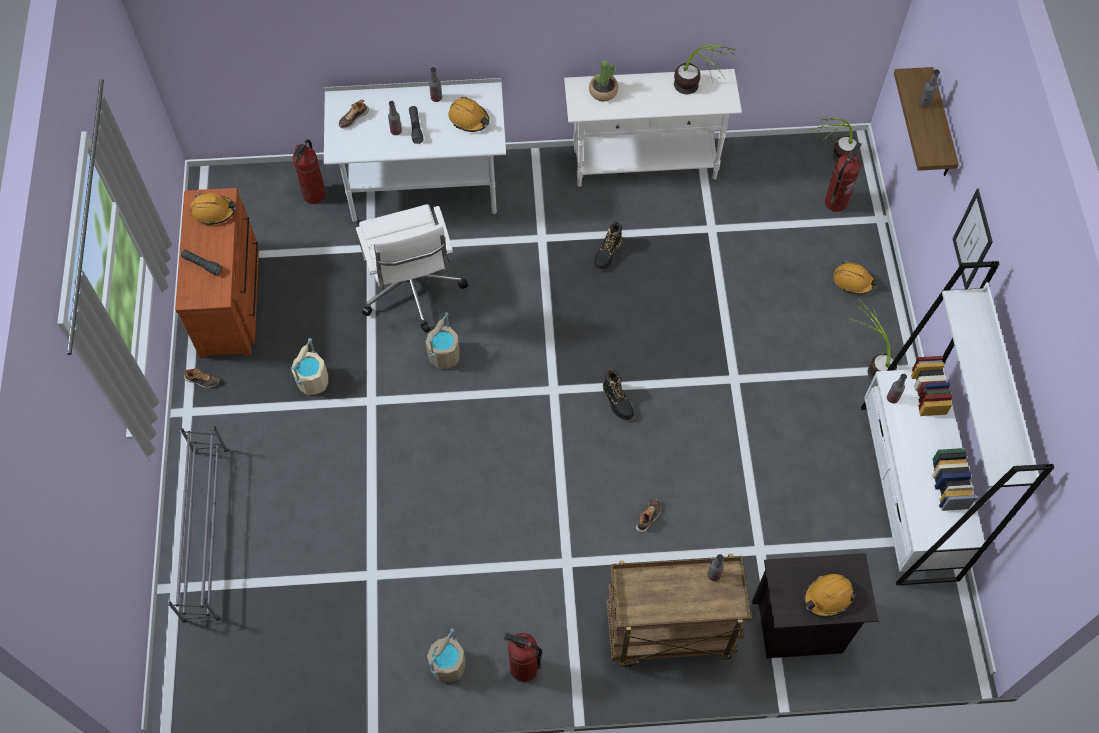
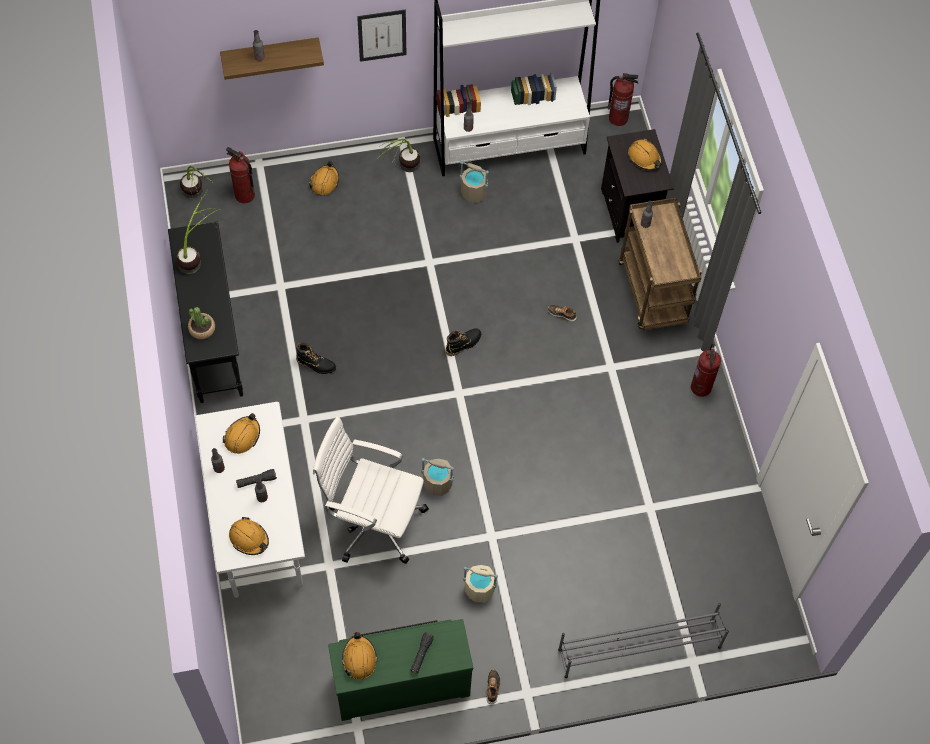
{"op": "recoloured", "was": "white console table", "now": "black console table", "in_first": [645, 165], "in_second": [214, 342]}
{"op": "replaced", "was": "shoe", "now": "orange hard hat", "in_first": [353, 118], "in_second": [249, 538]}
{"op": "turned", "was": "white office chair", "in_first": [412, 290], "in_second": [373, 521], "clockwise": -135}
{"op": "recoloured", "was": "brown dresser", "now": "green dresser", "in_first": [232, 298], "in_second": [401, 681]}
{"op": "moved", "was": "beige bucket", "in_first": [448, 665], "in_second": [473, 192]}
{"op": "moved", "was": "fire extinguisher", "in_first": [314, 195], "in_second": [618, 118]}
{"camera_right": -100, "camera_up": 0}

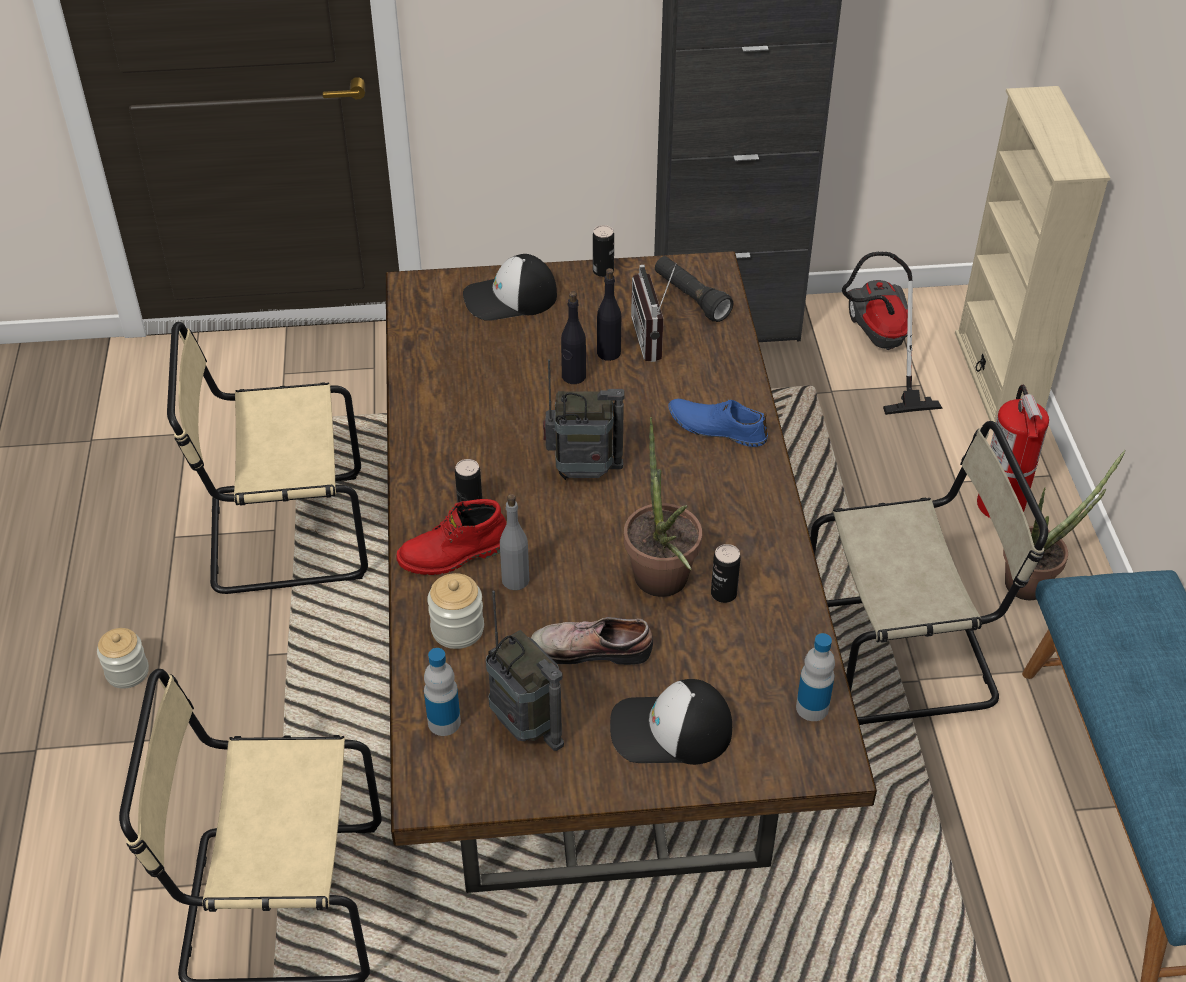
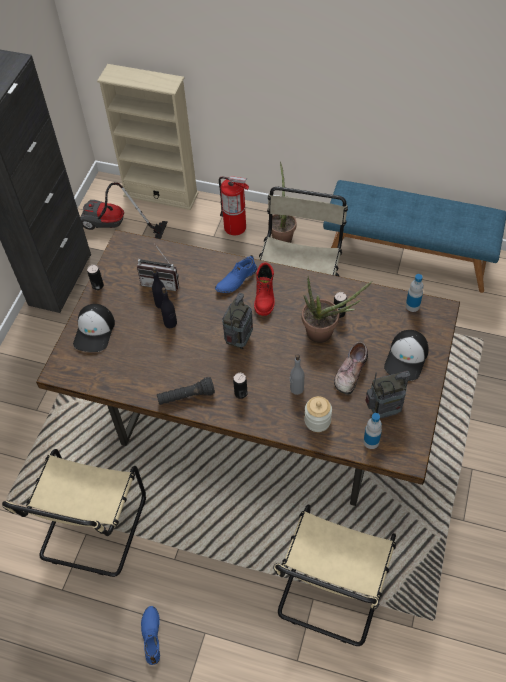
{"op": "replaced", "was": "jar", "now": "blue shoe", "in_first": [127, 672], "in_second": [152, 636]}
{"op": "moved", "was": "black flashlight", "in_first": [690, 298], "in_second": [186, 397]}
{"op": "moved", "was": "red boot", "in_first": [454, 556], "in_second": [265, 297]}
{"camera_right": -65, "camera_up": 10}

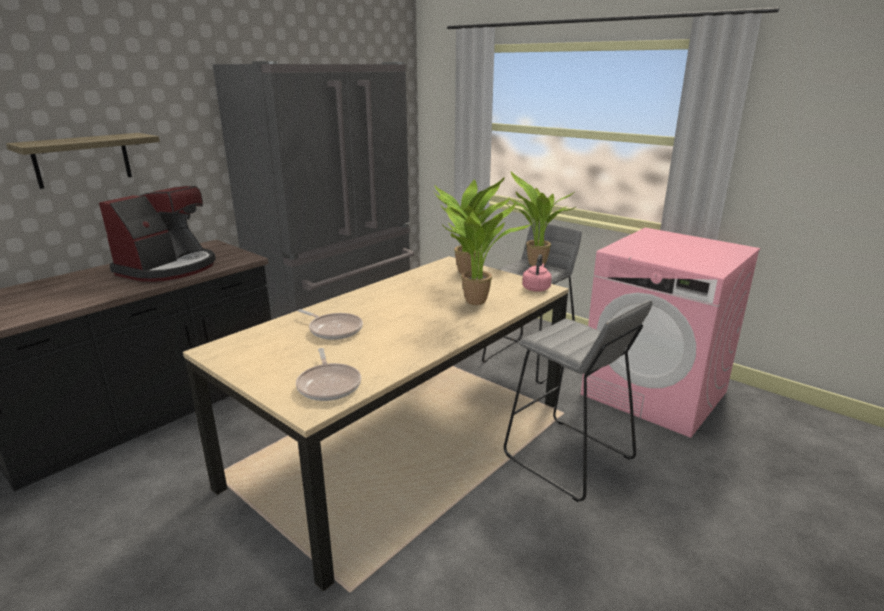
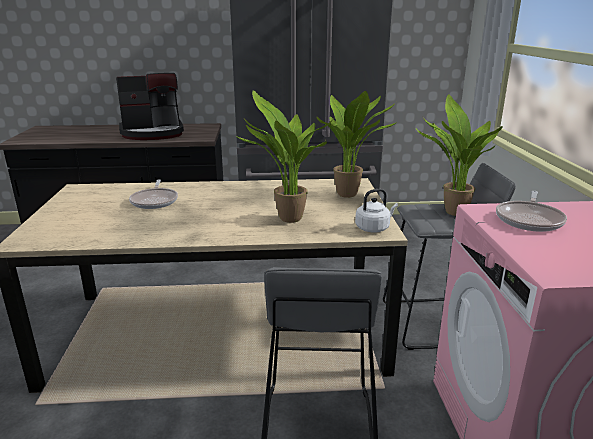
{"op": "recoloured", "was": "pink kettle", "now": "white kettle", "in_first": [536, 288], "in_second": [374, 228]}
{"op": "moved", "was": "frying pan", "in_first": [329, 384], "in_second": [529, 219]}
{"op": "removed", "was": "shelf", "in_first": [82, 160]}
{"camera_right": 45, "camera_up": 0}

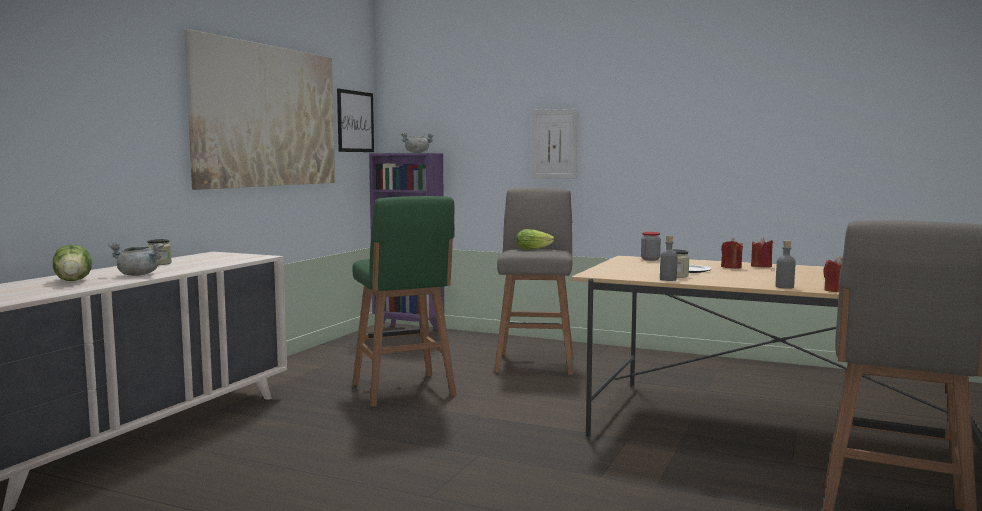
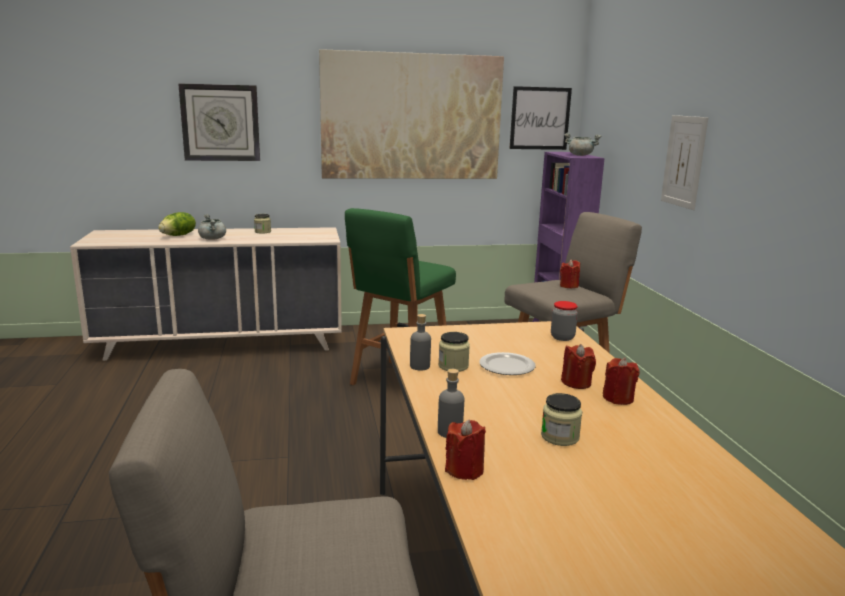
{"op": "added", "now": "wall clock", "in_second": [220, 123]}
{"op": "added", "now": "jar", "in_second": [560, 437]}
{"op": "replaced", "was": "lettuce", "now": "red candle", "in_first": [535, 248], "in_second": [569, 286]}
{"camera_right": 55, "camera_up": 10}

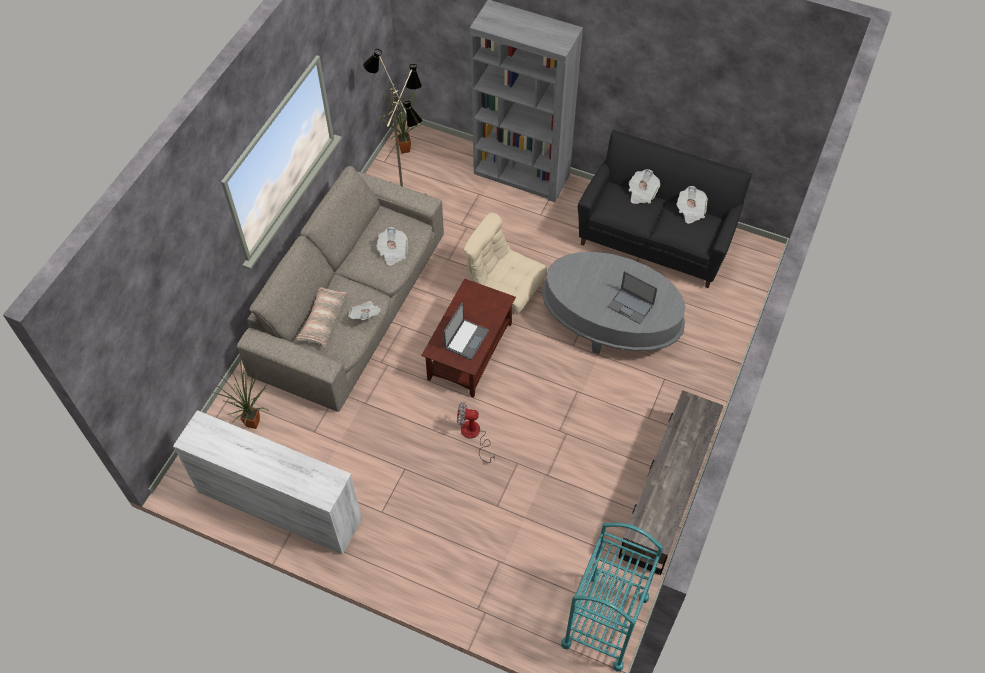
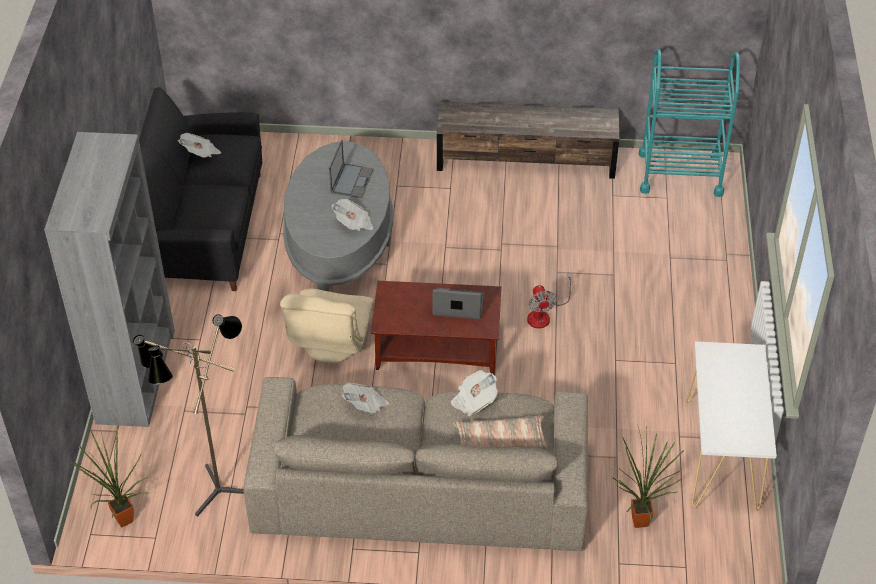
{"op": "moved", "was": "newspaper", "in_first": [641, 193], "in_second": [353, 223]}
{"op": "replaced", "was": "white dresser", "now": "white console table", "in_first": [279, 504], "in_second": [721, 454]}
{"camera_right": -110, "camera_up": -10}

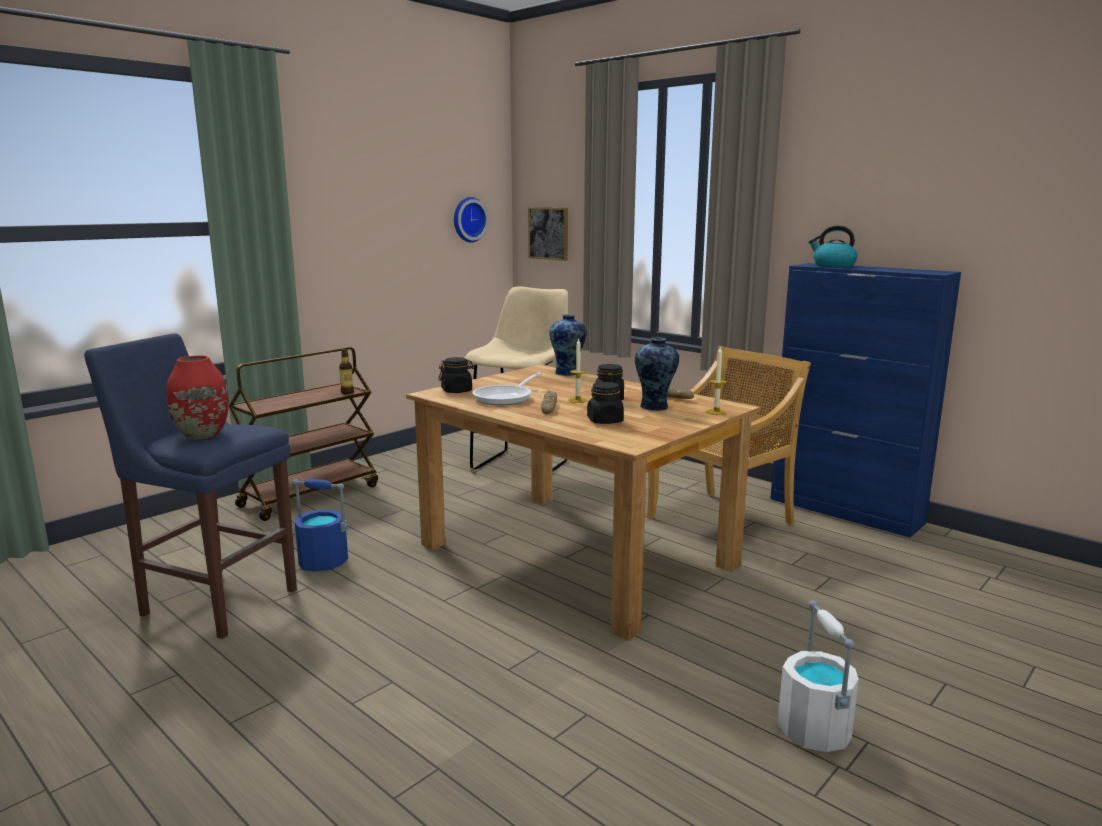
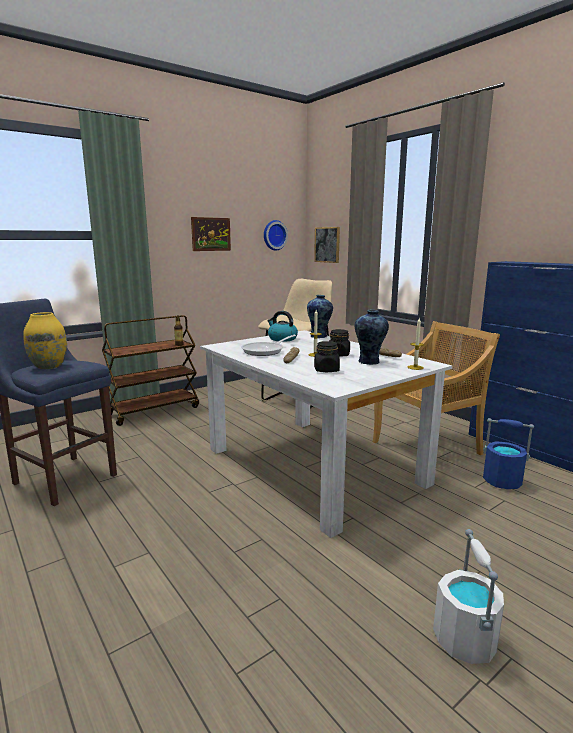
{"op": "recoloured", "was": "red vase", "now": "yellow vase", "in_first": [201, 435], "in_second": [48, 366]}
{"op": "added", "now": "picture", "in_second": [211, 234]}
{"op": "recoloured", "was": "brown dining table", "now": "white dining table", "in_first": [578, 554], "in_second": [315, 466]}
{"op": "moved", "was": "kettle", "in_first": [833, 266], "in_second": [282, 339]}
{"op": "moved", "was": "blue bucket", "in_first": [323, 562], "in_second": [502, 481]}
{"op": "removed", "was": "black jar", "in_first": [457, 391]}
{"camera_right": 10, "camera_up": 0}

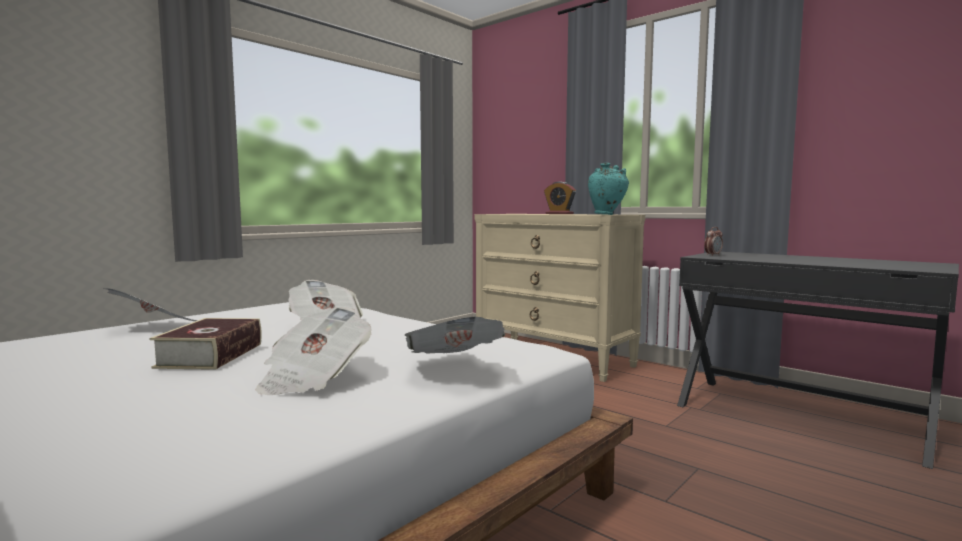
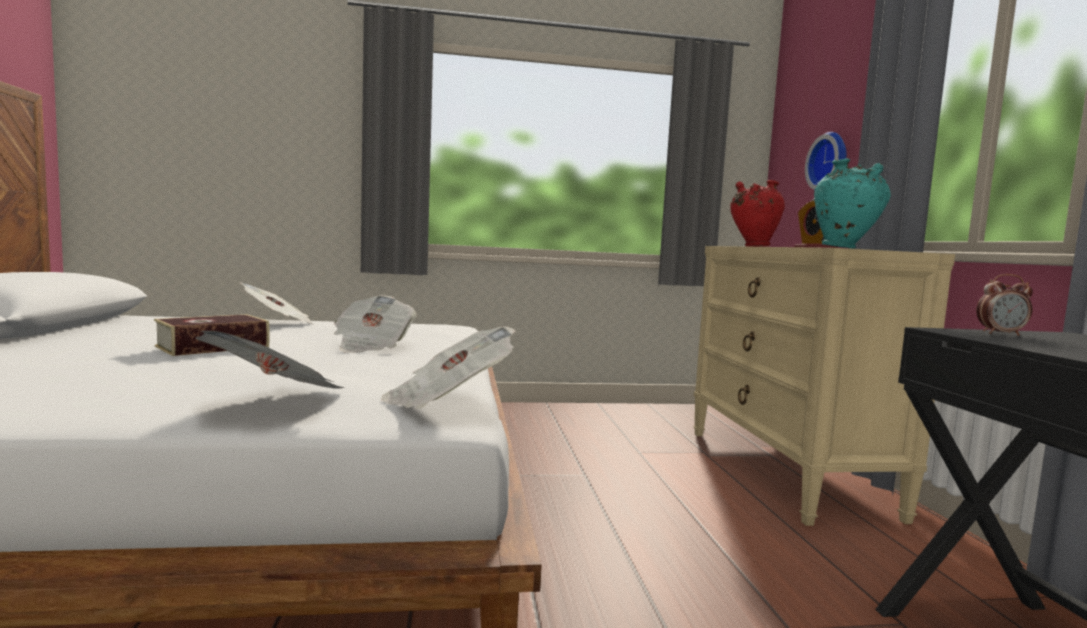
{"op": "moved", "was": "newspaper", "in_first": [313, 379], "in_second": [448, 400]}
{"op": "added", "now": "red vase", "in_second": [753, 246]}
{"op": "added", "now": "wall clock", "in_second": [830, 163]}
{"camera_right": 40, "camera_up": 0}

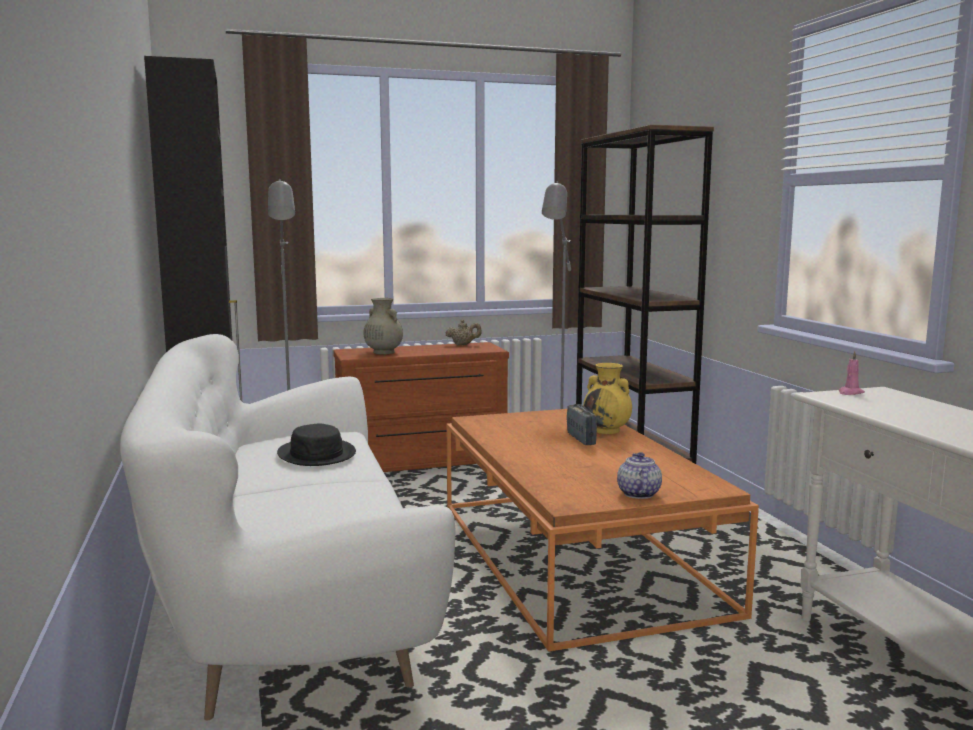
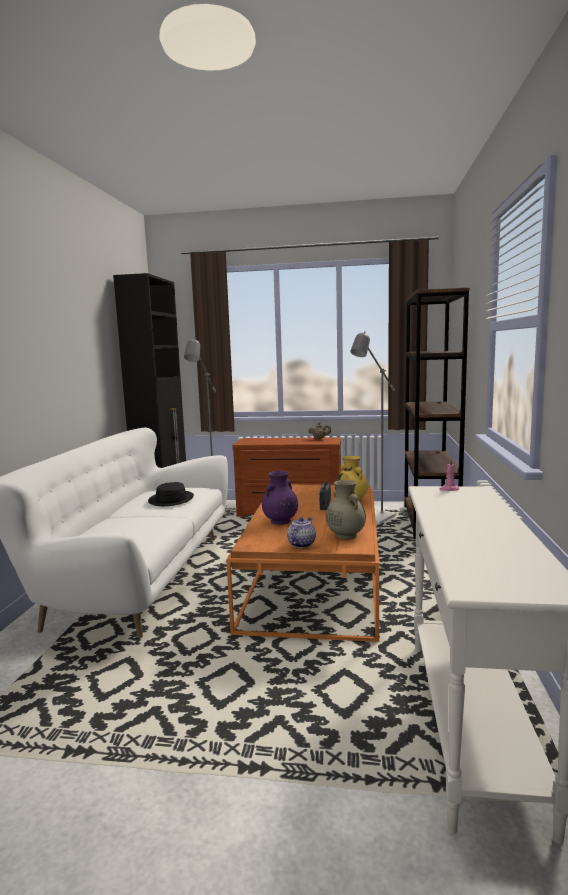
{"op": "added", "now": "purple vase", "in_second": [280, 521]}
{"op": "moved", "was": "beige vase", "in_first": [383, 352], "in_second": [345, 535]}
{"camera_right": 25, "camera_up": 0}

